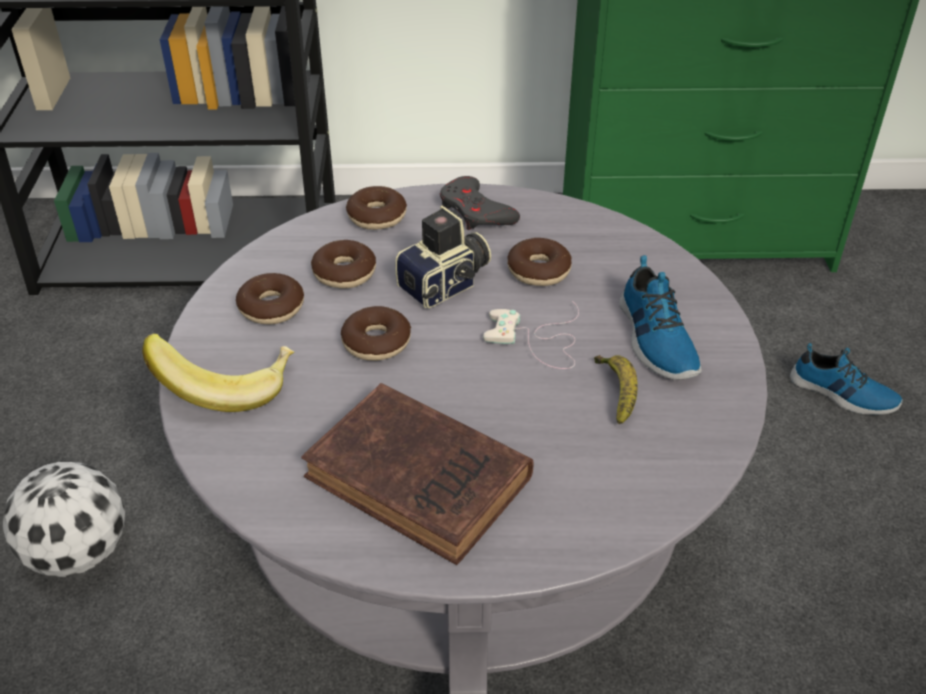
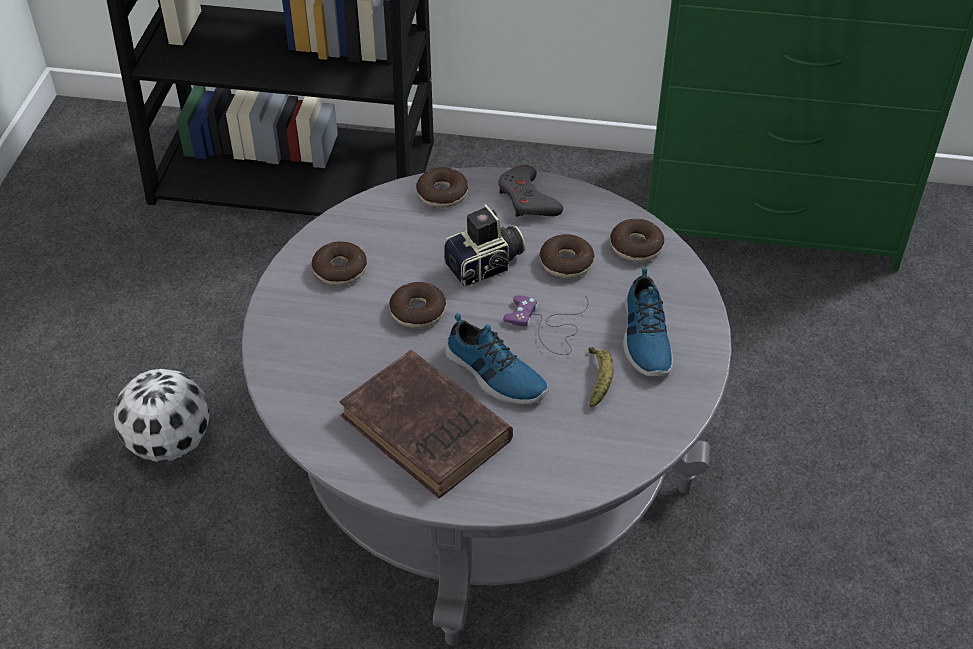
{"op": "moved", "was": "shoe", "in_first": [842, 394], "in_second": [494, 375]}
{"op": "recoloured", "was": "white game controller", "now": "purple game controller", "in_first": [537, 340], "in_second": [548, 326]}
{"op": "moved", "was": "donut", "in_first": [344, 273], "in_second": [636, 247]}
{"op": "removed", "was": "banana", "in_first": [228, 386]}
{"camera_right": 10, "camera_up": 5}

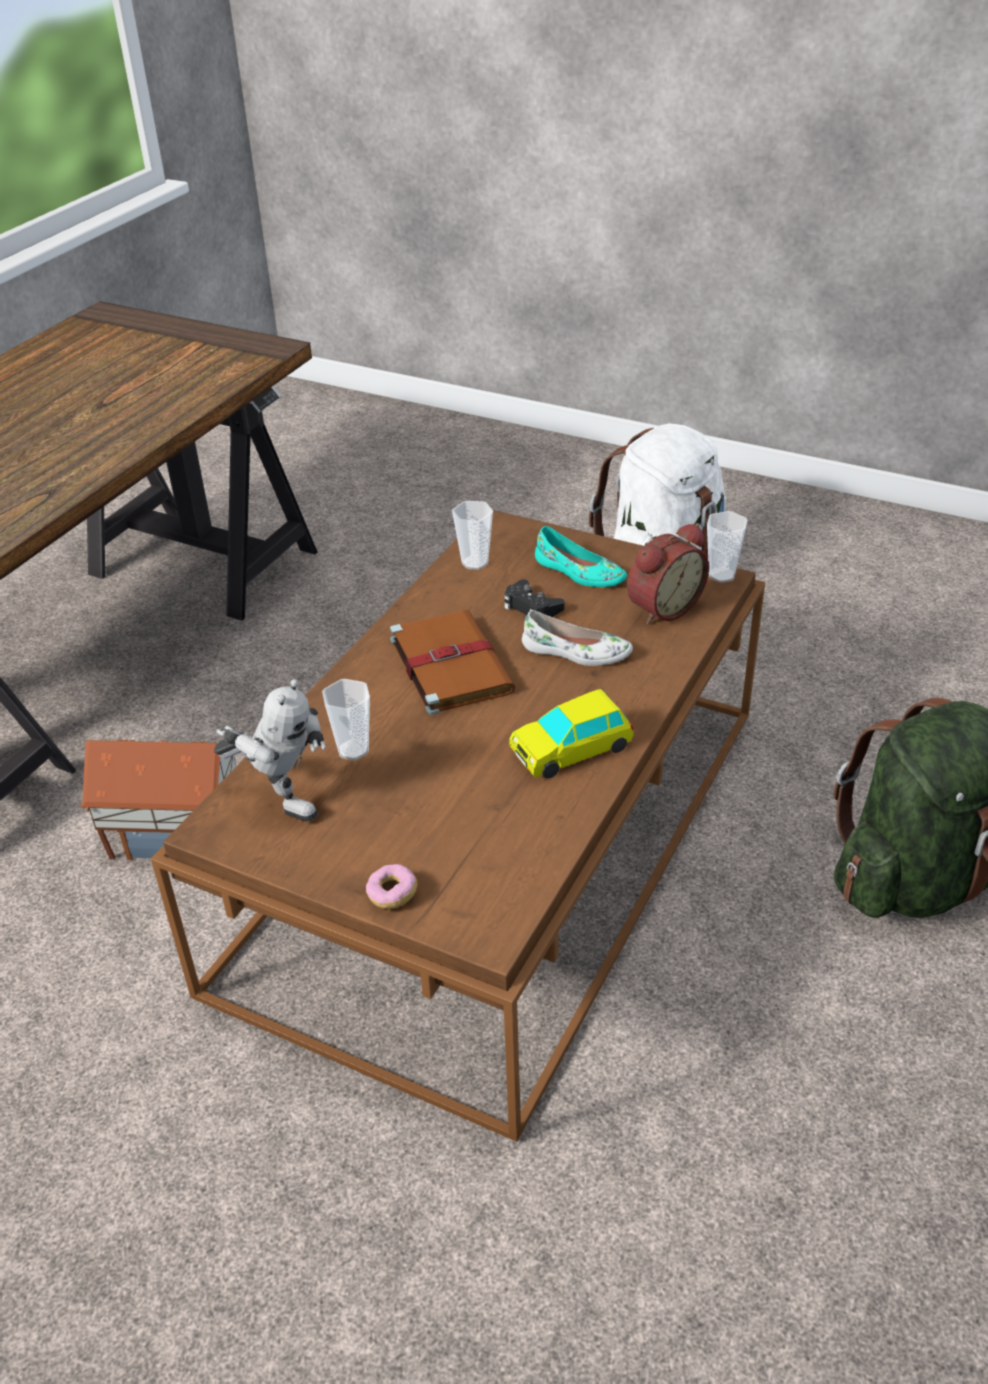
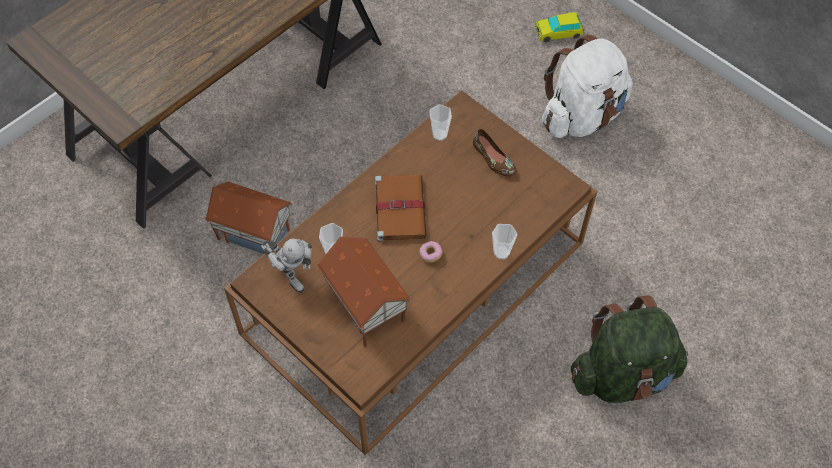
{"op": "added", "now": "toy house", "in_second": [364, 306]}
{"op": "moved", "was": "donut", "in_first": [392, 894], "in_second": [430, 254]}
{"op": "recoloured", "was": "turquoise shoe", "now": "brown shoe", "in_first": [579, 572], "in_second": [493, 159]}
{"op": "moved", "was": "cup", "in_first": [722, 575], "in_second": [501, 252]}
{"op": "moved", "was": "toy car", "in_first": [571, 750], "in_second": [558, 32]}
{"op": "removed", "was": "black game controller", "in_first": [531, 607]}
{"op": "removed", "was": "white shoe", "in_first": [576, 652]}
{"op": "removed", "was": "alarm clock", "in_first": [662, 607]}
{"camera_right": 15, "camera_up": 20}

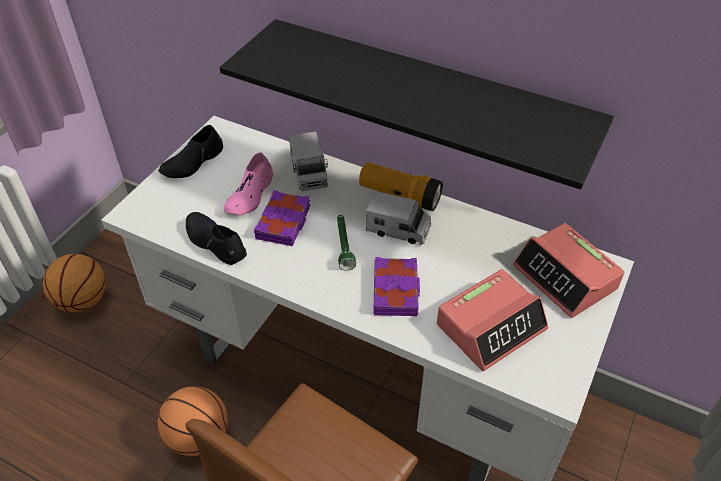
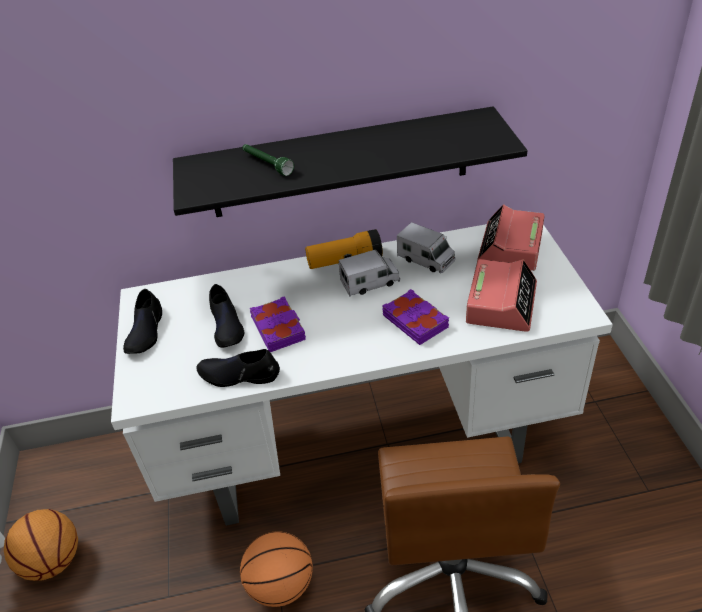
{"op": "recoloured", "was": "pink shoe", "now": "black shoe", "in_first": [250, 195], "in_second": [226, 326]}
{"op": "moved", "was": "green flashlight", "in_first": [344, 245], "in_second": [267, 164]}
{"op": "moved", "was": "toy truck", "in_first": [309, 173], "in_second": [426, 260]}
{"op": "turned", "was": "alarm clock", "in_first": [565, 278], "in_second": [510, 247], "clockwise": 90}
{"camera_right": -35, "camera_up": -5}

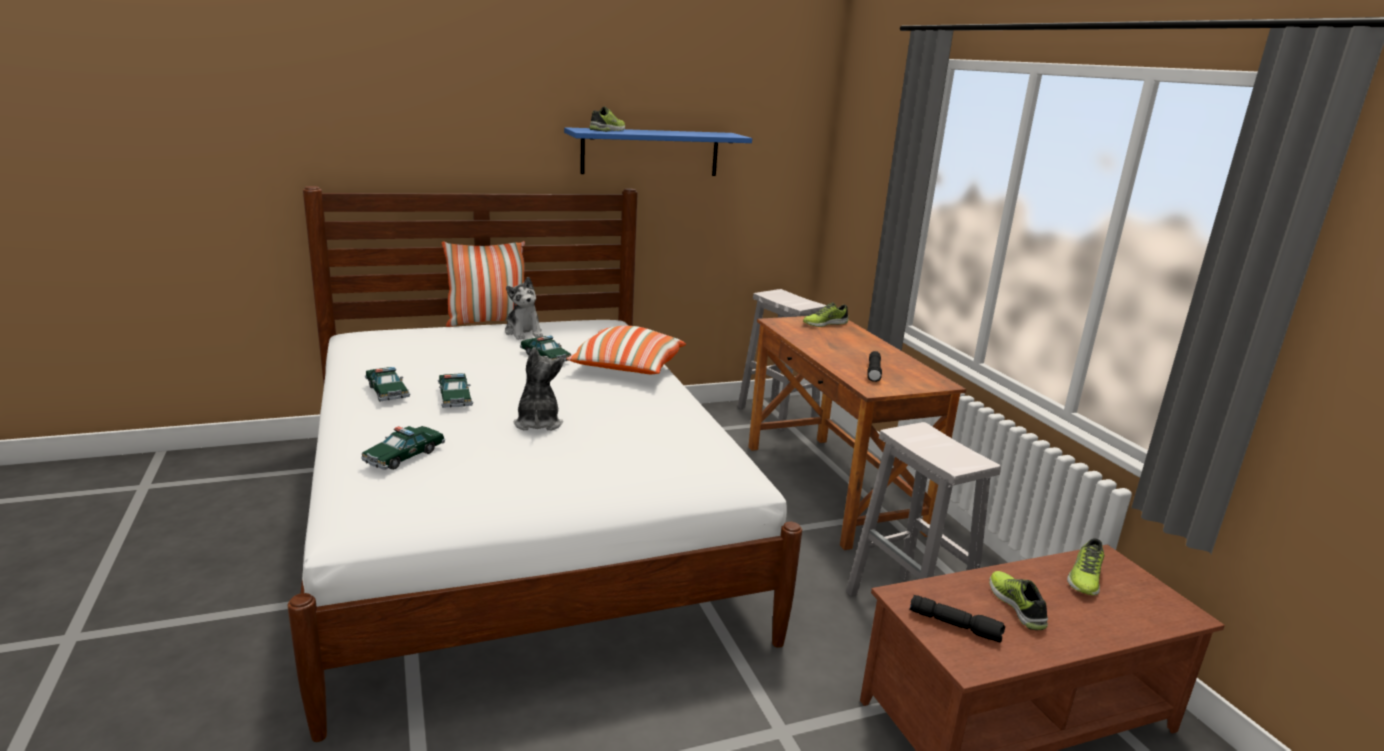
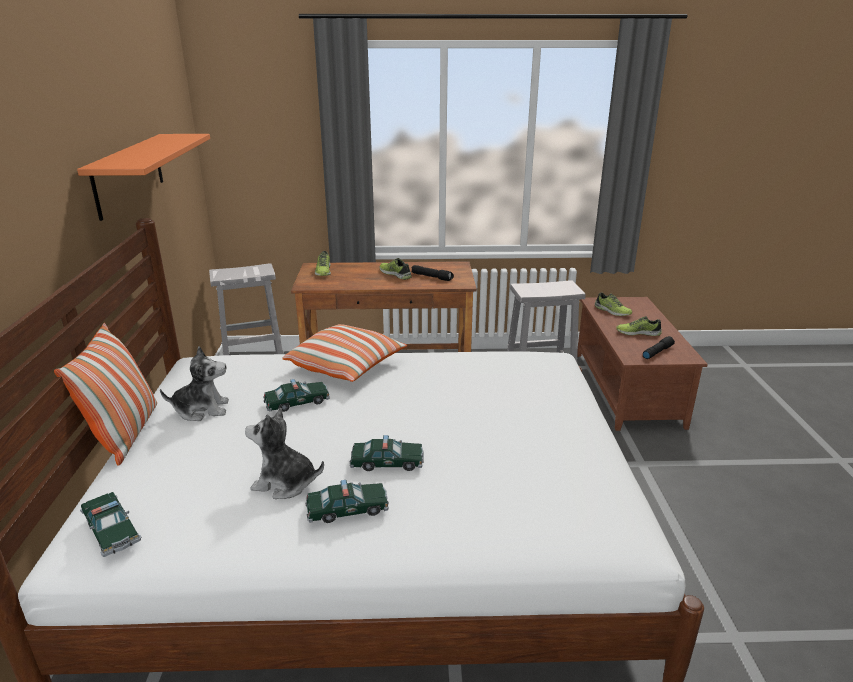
{"op": "recoloured", "was": "blue shelf", "now": "orange shelf", "in_first": [650, 152], "in_second": [129, 174]}
{"op": "moved", "was": "toy car", "in_first": [404, 456], "in_second": [111, 530]}
{"op": "moved", "was": "plush toy", "in_first": [538, 423], "in_second": [285, 483]}
{"op": "moved", "was": "shoe", "in_first": [608, 130], "in_second": [396, 274]}
{"camera_right": -70, "camera_up": 5}

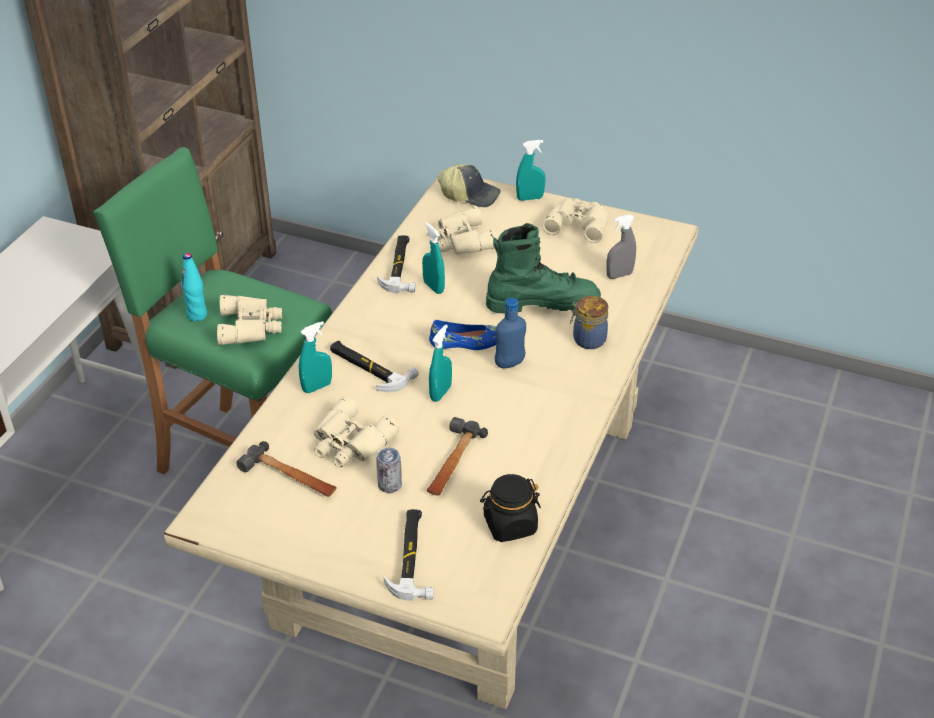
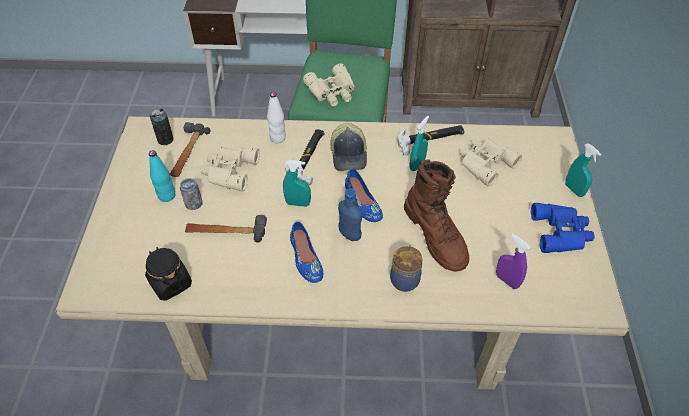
{"op": "moved", "was": "turquoise bottle", "in_first": [197, 315], "in_second": [167, 196]}
{"op": "added", "now": "can", "in_second": [165, 140]}
{"op": "replaced", "was": "turquoise spray bottle", "now": "white bottle", "in_first": [317, 387], "in_second": [278, 138]}
{"op": "added", "now": "blue shoe", "in_second": [305, 259]}
{"op": "moved", "was": "cap", "in_first": [470, 195], "in_second": [349, 154]}
{"op": "recoloured", "was": "green boot", "now": "brown boot", "in_first": [542, 303], "in_second": [436, 235]}
{"op": "recoloured", "was": "grey spray bottle", "now": "purple spray bottle", "in_first": [619, 275], "in_second": [507, 280]}
{"op": "recoloured", "was": "beige binoculars", "now": "blue binoculars", "in_first": [578, 224], "in_second": [562, 232]}
{"op": "removed", "was": "hammer", "in_first": [412, 557]}
{"camera_right": 70, "camera_up": 10}

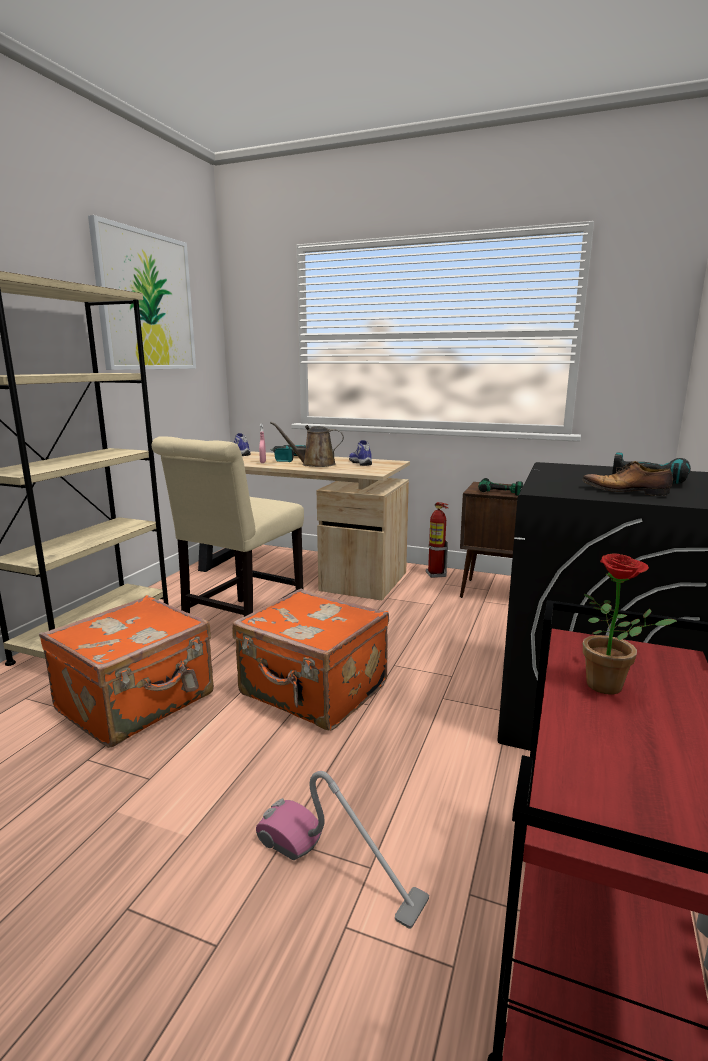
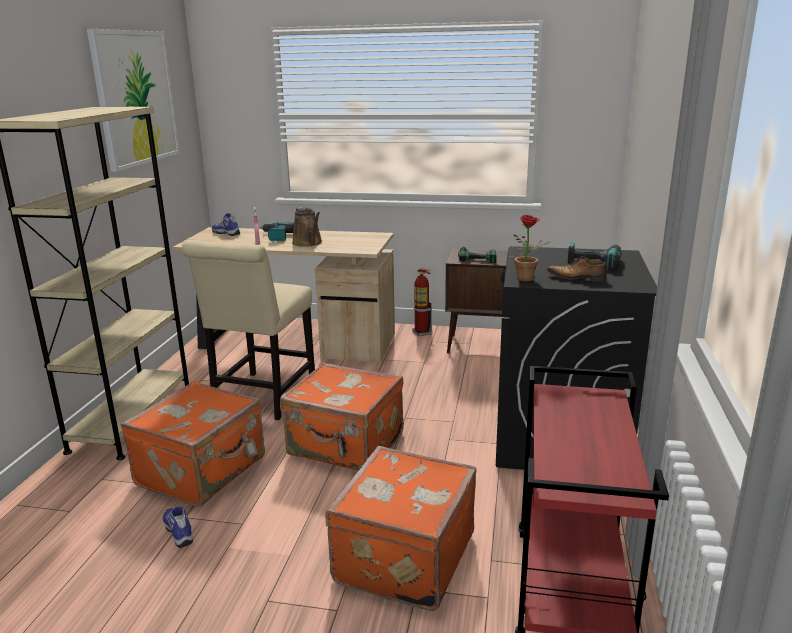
{"op": "moved", "was": "shoe", "in_first": [361, 463], "in_second": [180, 532]}
{"op": "turned", "was": "brown watering can", "in_first": [314, 464], "in_second": [308, 243], "clockwise": -105}
{"op": "replaced", "was": "vacuum cleaner", "now": "orange suitcase", "in_first": [338, 867], "in_second": [402, 558]}
{"op": "moved", "was": "potted plant", "in_first": [612, 687], "in_second": [528, 279]}
{"camera_right": -10, "camera_up": 5}

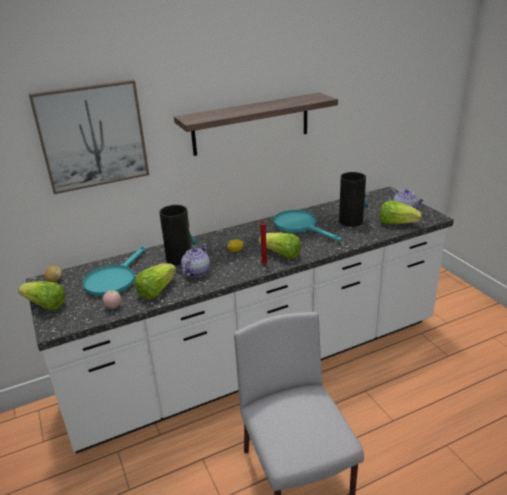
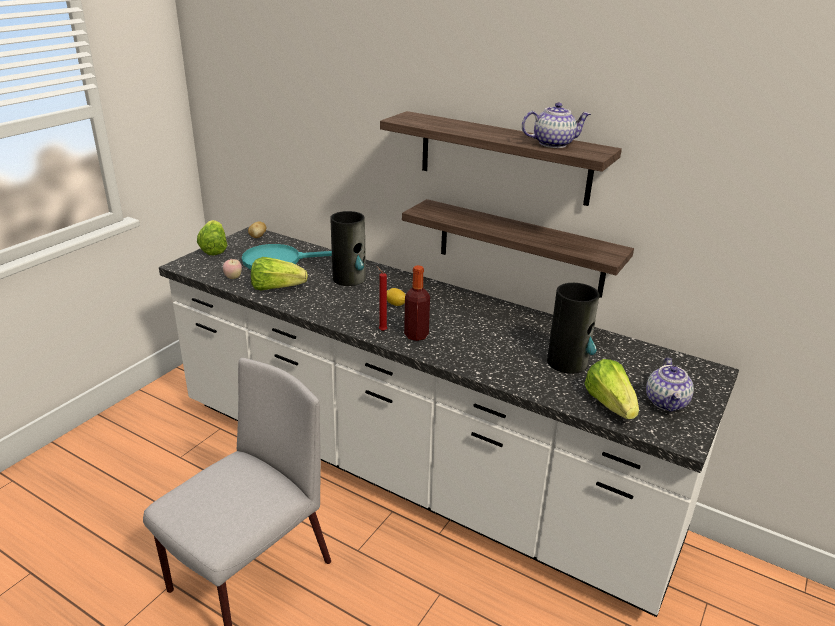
{"op": "added", "now": "shelf", "in_second": [520, 248]}
{"op": "replaced", "was": "lettuce", "now": "bottle", "in_first": [281, 255], "in_second": [416, 335]}
{"op": "moved", "was": "teapot", "in_first": [196, 272], "in_second": [553, 144]}
{"op": "removed", "was": "picture", "in_first": [92, 136]}
{"op": "removed", "was": "turquoise frying pan", "in_first": [300, 226]}
{"camera_right": 55, "camera_up": 0}

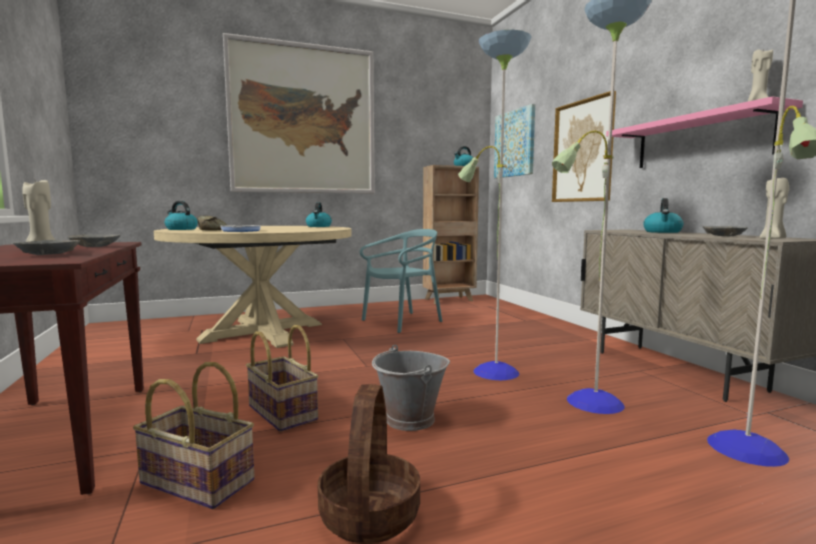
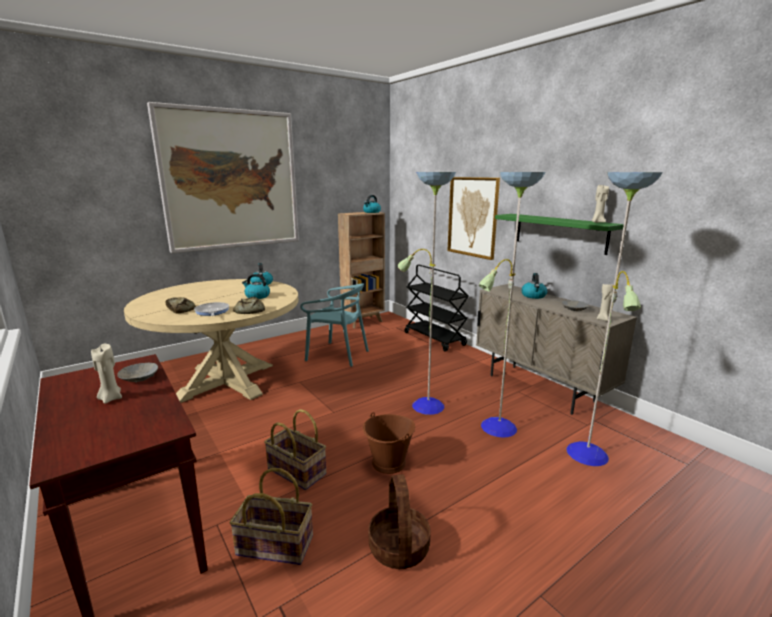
{"op": "added", "now": "bread", "in_second": [249, 311]}
{"op": "moved", "was": "kettle", "in_first": [181, 229], "in_second": [257, 296]}
{"op": "turned", "was": "turquoise chair", "in_first": [402, 322], "in_second": [337, 355], "clockwise": 75}
{"op": "recoloured", "was": "grey bucket", "now": "brown bucket", "in_first": [410, 419], "in_second": [389, 463]}
{"op": "added", "now": "black cart", "in_second": [435, 339]}
{"op": "recoloured", "was": "pink shelf", "now": "green shelf", "in_first": [700, 140], "in_second": [559, 233]}
{"op": "removed", "was": "grey bowl", "in_first": [49, 254]}
{"op": "removed", "was": "picture", "in_first": [514, 143]}
{"camera_right": -15, "camera_up": 10}

